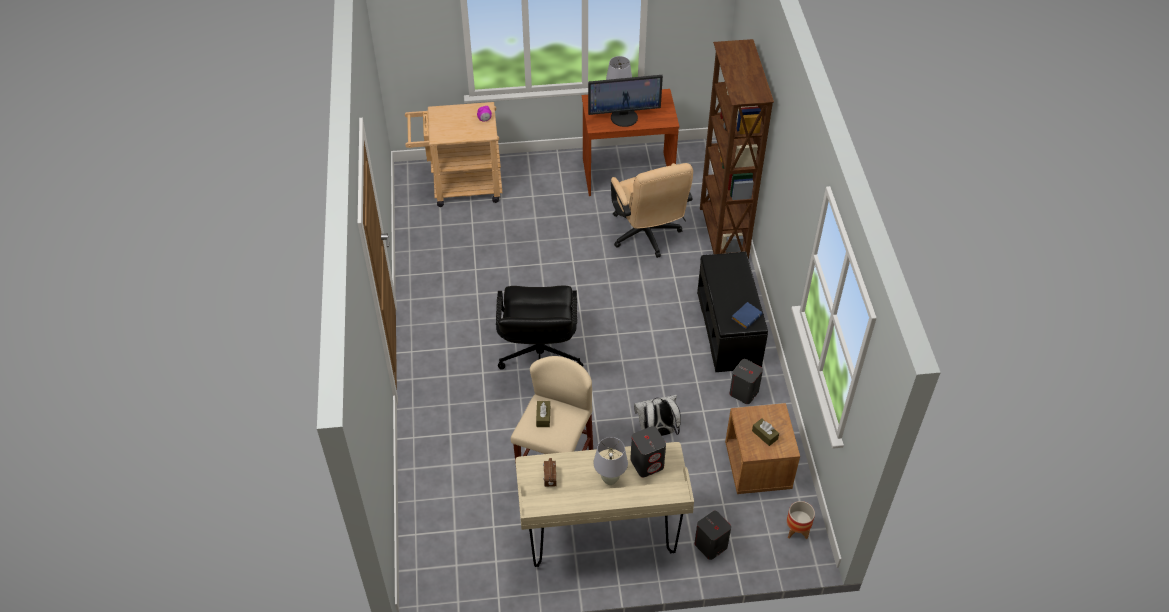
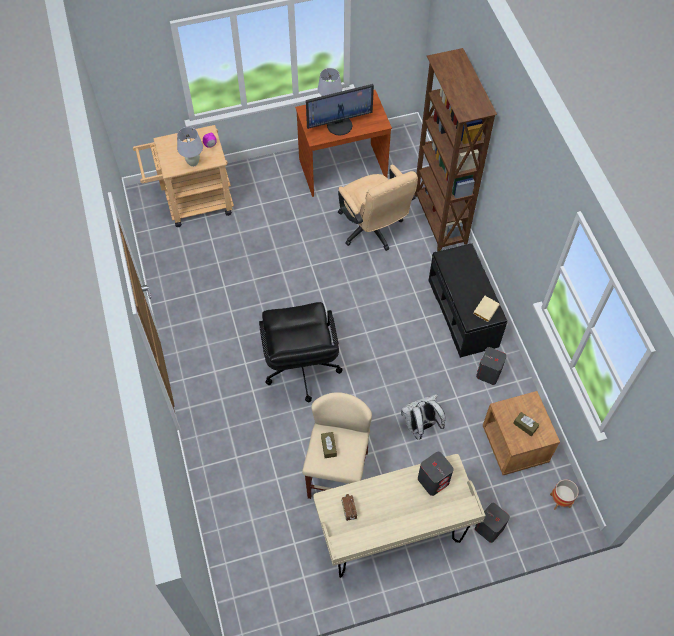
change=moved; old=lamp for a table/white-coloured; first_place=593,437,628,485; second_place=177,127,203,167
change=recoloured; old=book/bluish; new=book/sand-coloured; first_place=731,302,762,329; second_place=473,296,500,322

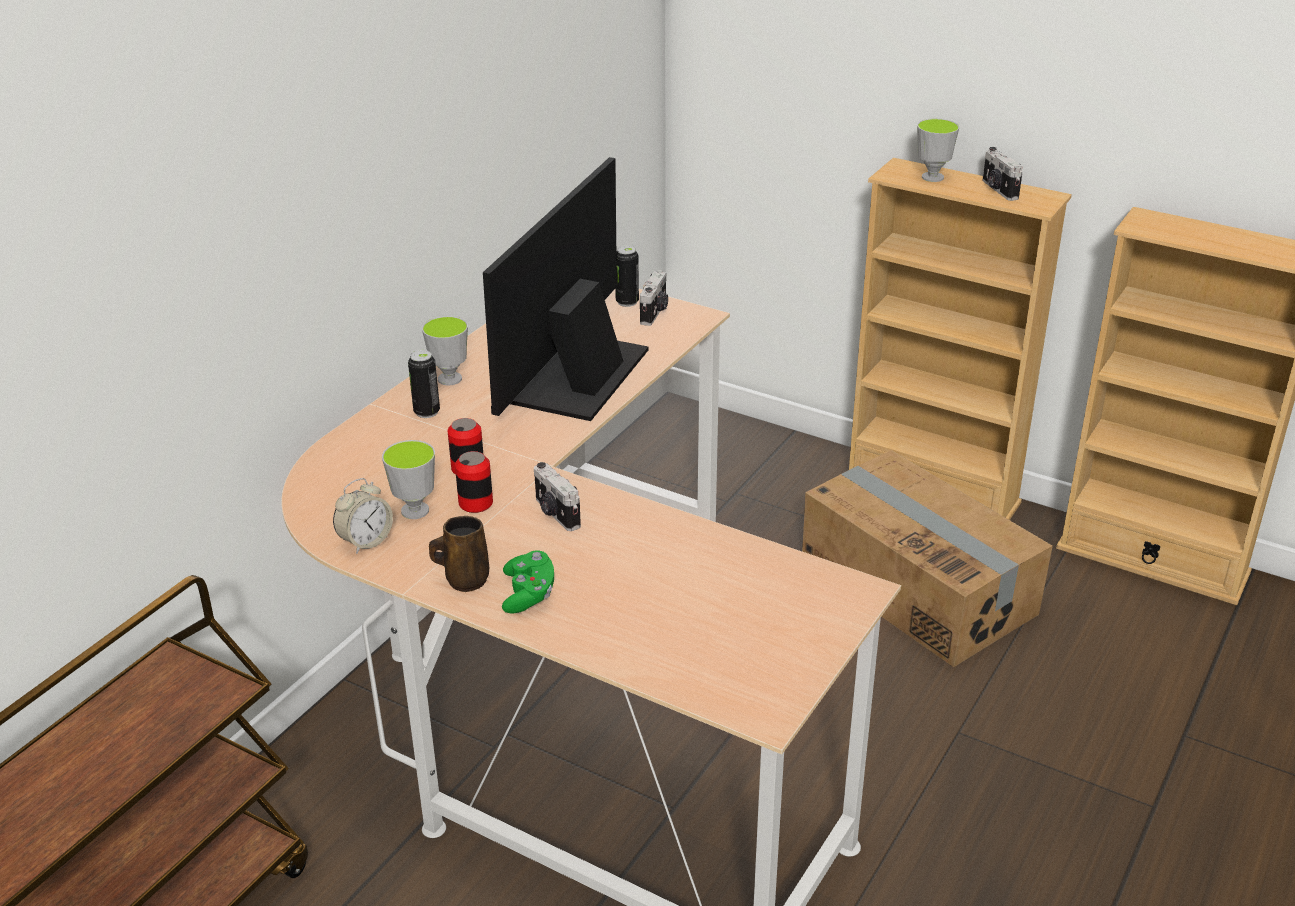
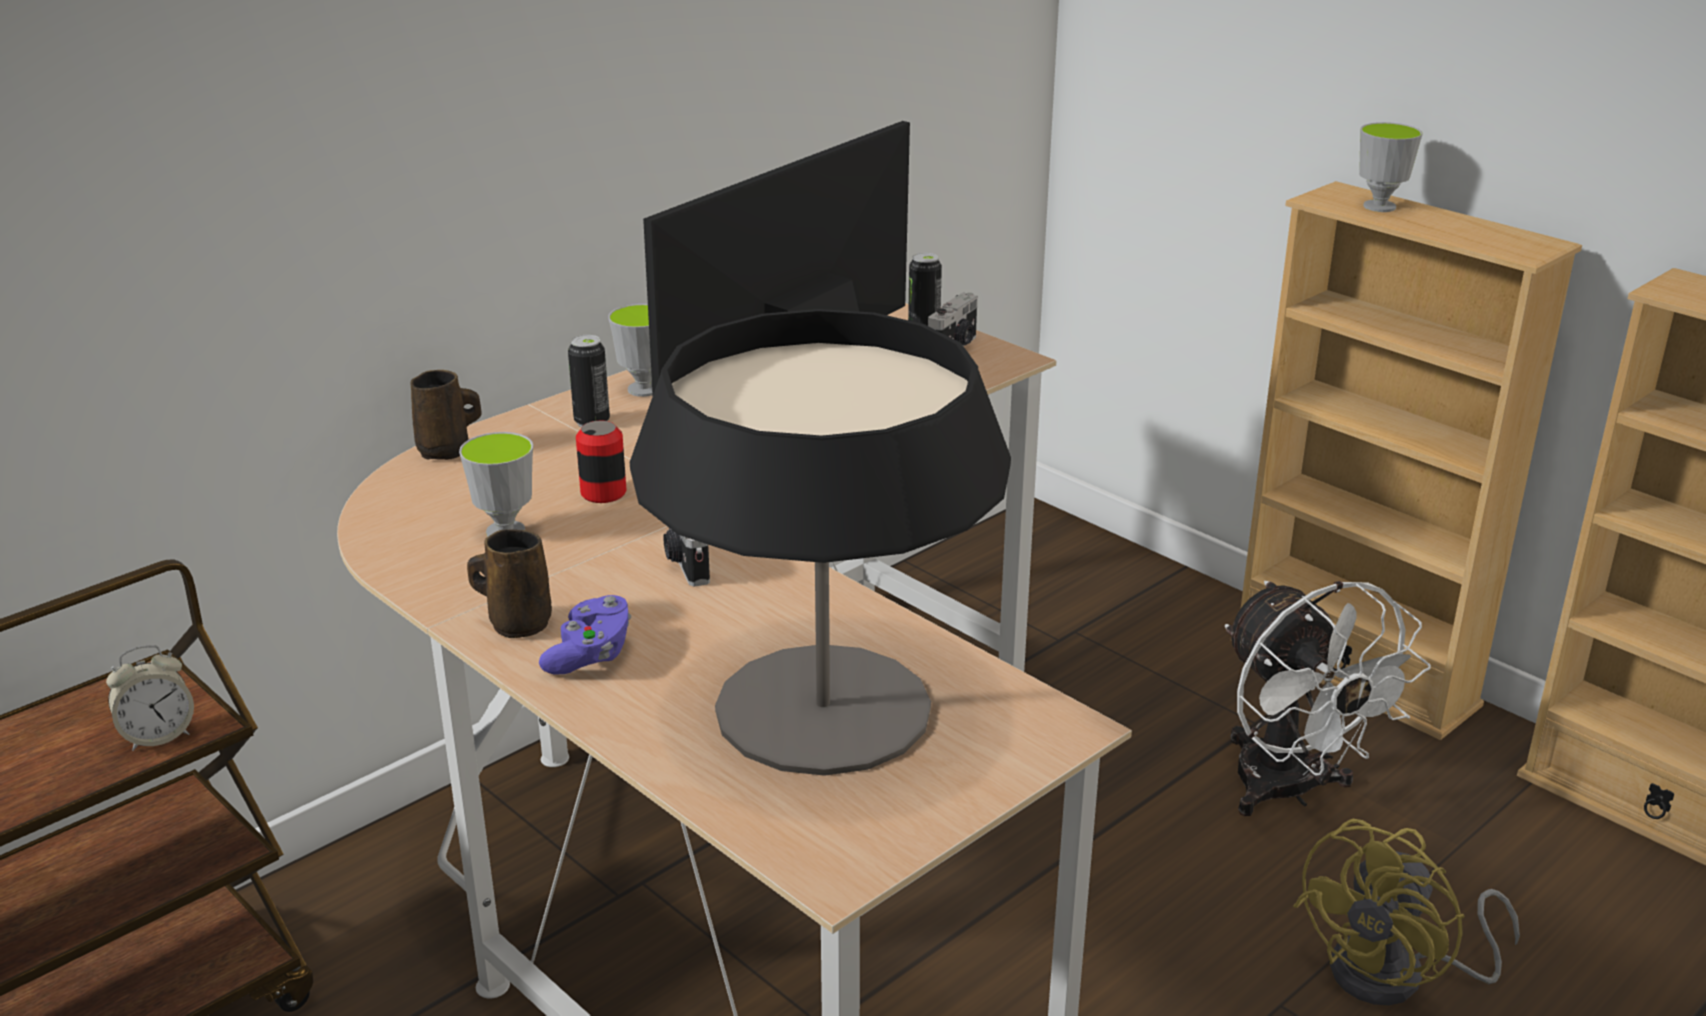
change=moved; old=alarm clock; first_place=333,478,393,554; second_place=106,645,194,751
change=removed; old=sealed can; first_place=455,451,493,513
change=recoloured; old=game controller/green-coloured; new=game controller/purplish; first_place=502,551,554,614; second_place=539,595,631,674
change=replaced; old=cardboard box; new=cooling fan/white-coloured; first_place=802,450,1053,667; second_place=1225,581,1431,816
change=removed; old=photo camera; first_place=983,147,1023,201
change=added; new=tea mug/brown-coloured; second_place=410,370,482,460
change=added; new=lamp for a table; second_place=630,309,1011,776
change=added; new=cooling fan/yellow; second_place=1293,819,1520,1006

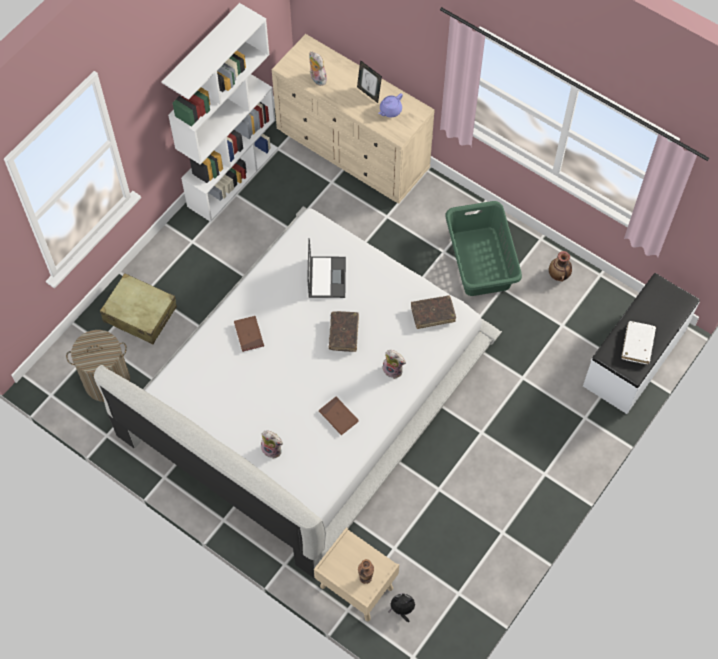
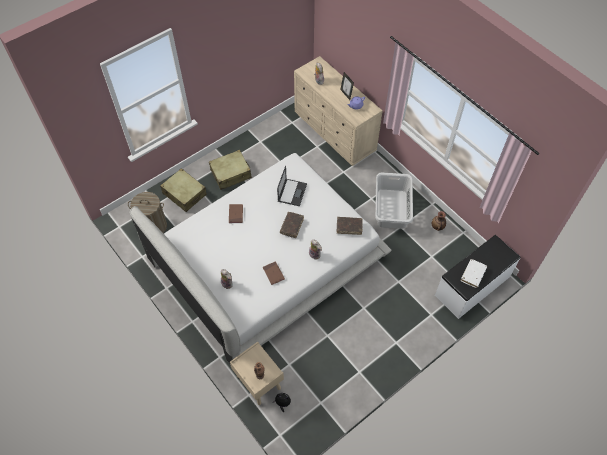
change=removed; old=bookcase/white-coloured; first_place=161,3,278,222
change=recoloured; old=hamper/green-coloured; new=hamper/greyish; first_place=445,201,522,296; second_place=375,172,413,229
change=added; new=travel case/sand-coloured; second_place=209,150,252,190

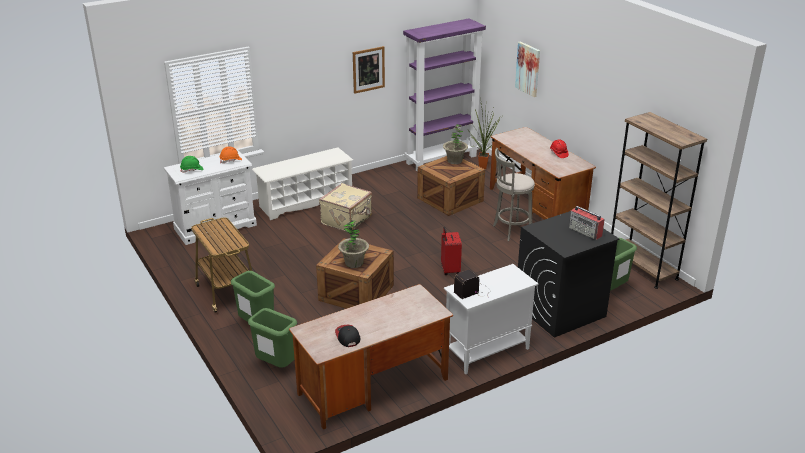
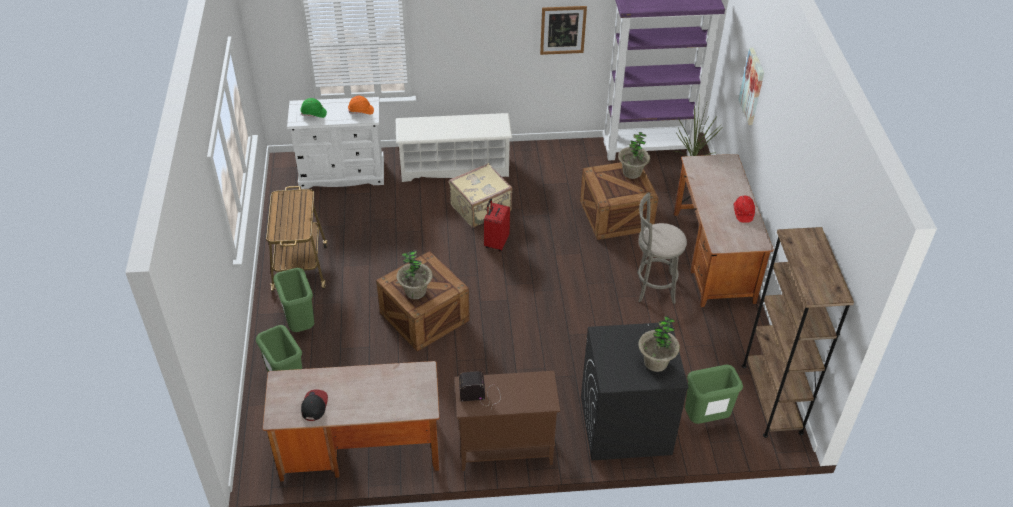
change=moved; old=travel case/reddish; first_place=441,227,462,275; second_place=484,199,510,252
change=recoloured; old=cabinet/white-coloured; new=cabinet/brown-coloured; first_place=444,264,538,374; second_place=454,371,560,471
change=replaced; old=radio; new=houseplant; first_place=569,206,605,240; second_place=638,316,680,372

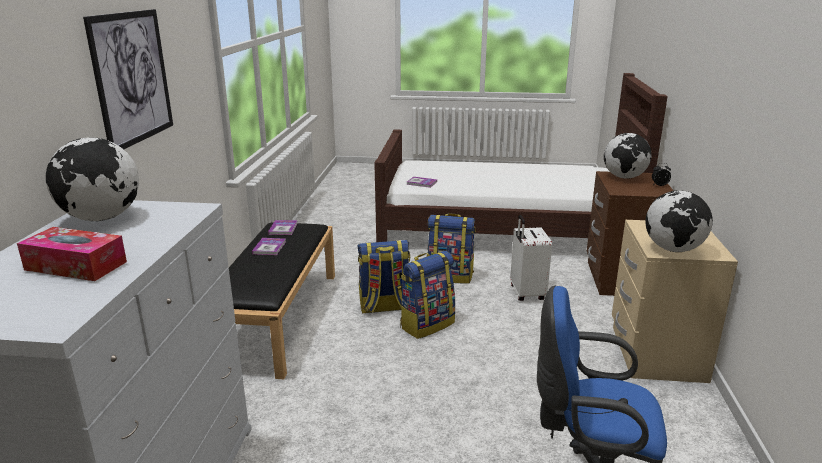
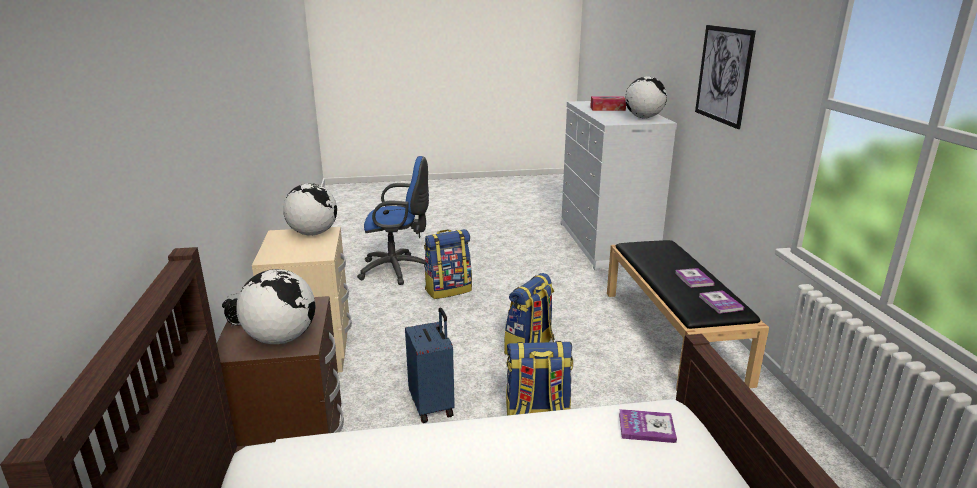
change=moved; old=backpack; first_place=358,240,410,314; second_place=424,229,472,299
change=recoloured; old=travel case/white-coloured; new=travel case/bluish; first_place=510,215,552,301; second_place=405,308,455,423

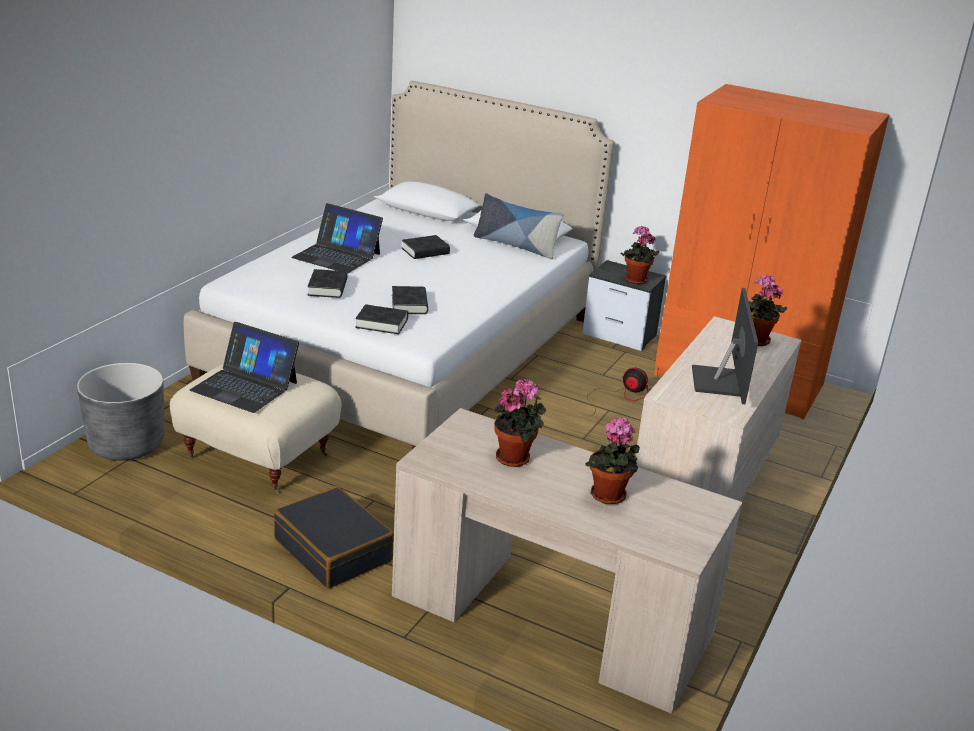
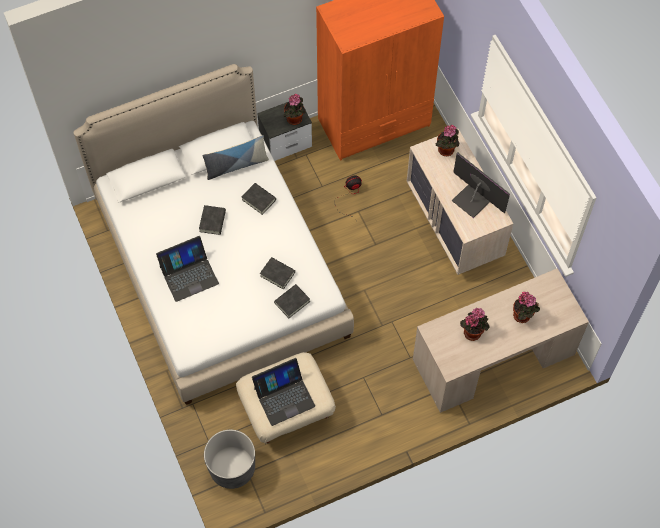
change=removed; old=travel case/blackish; first_place=273,486,394,589
change=moved; old=book/blackish; first_place=307,269,347,298; second_place=242,183,276,215

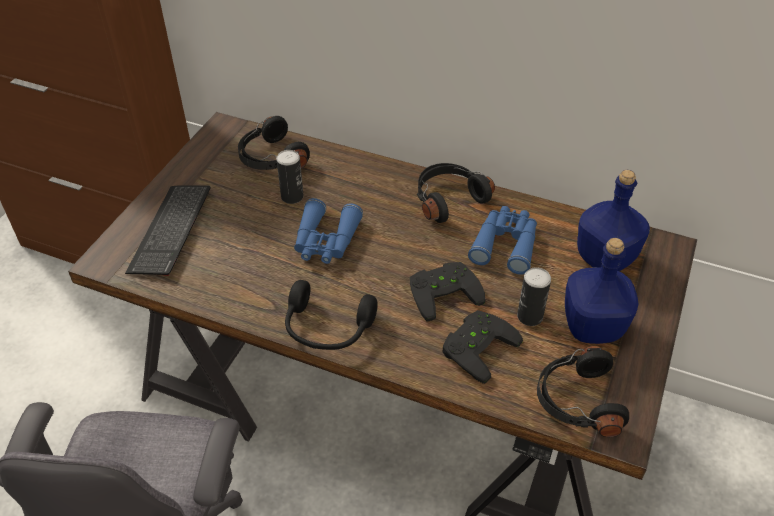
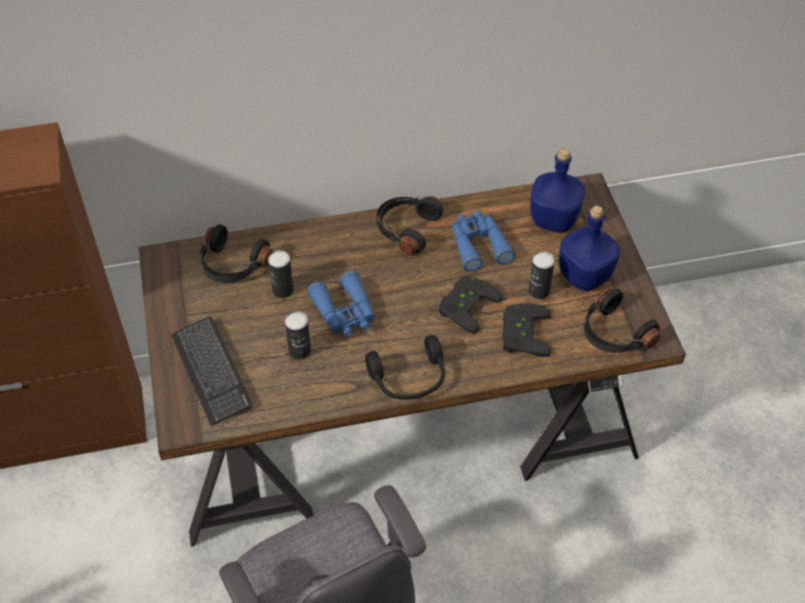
change=added; new=sealed can; second_place=285,311,311,360

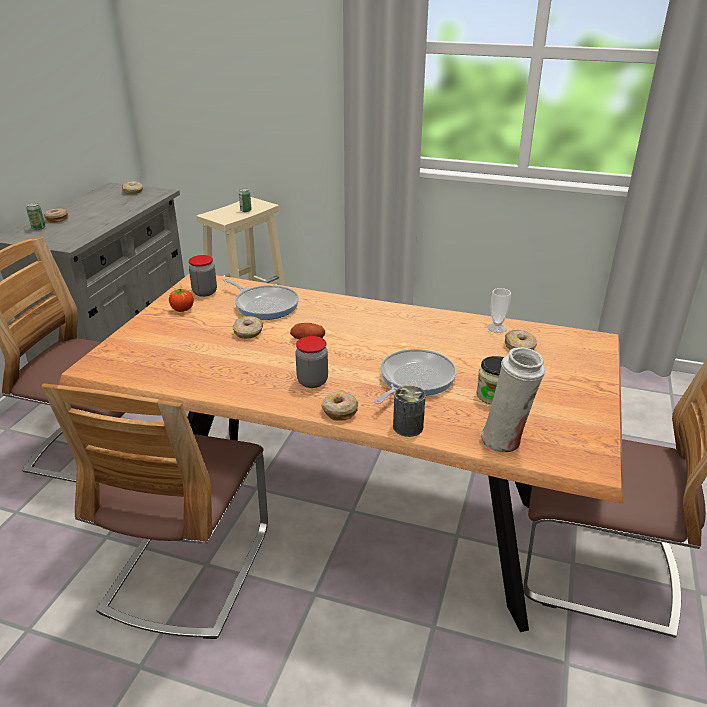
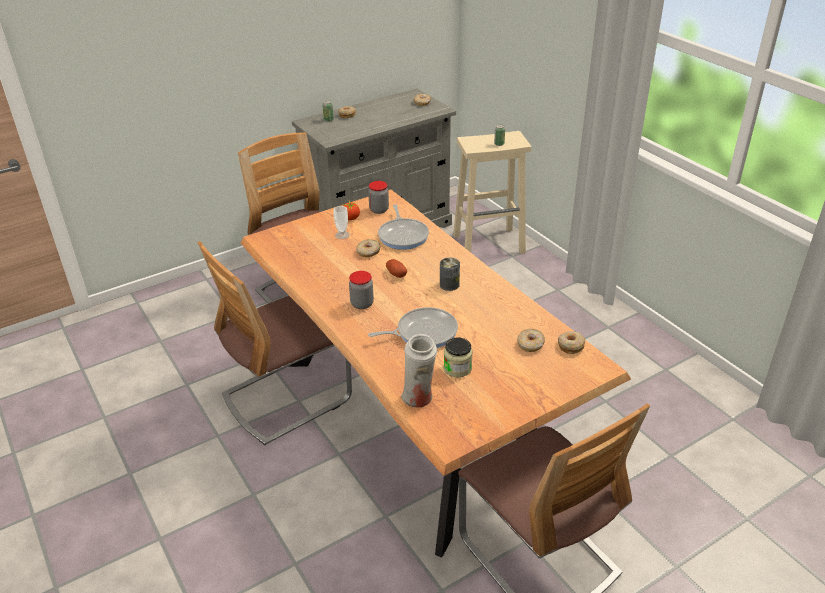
change=moved; old=ring doughnut; first_place=321,392,358,421; second_place=558,331,585,354
change=moved; old=sealed can; first_place=393,385,426,437; second_place=440,257,460,291
change=moved; old=small cup; first_place=487,288,511,333; second_place=333,206,350,239

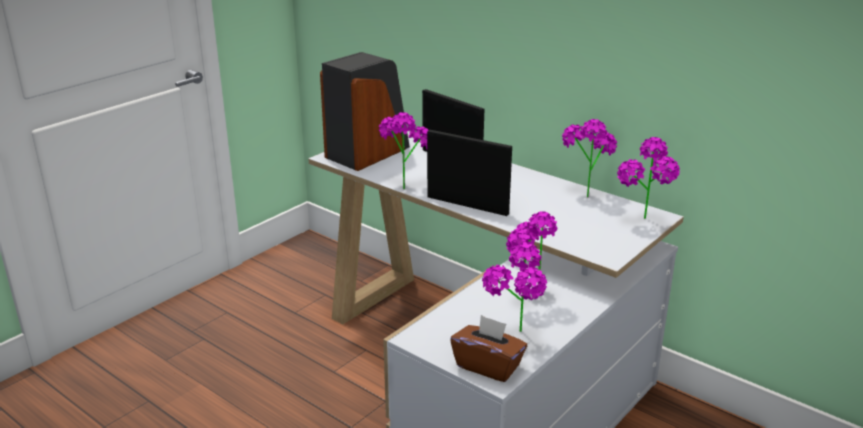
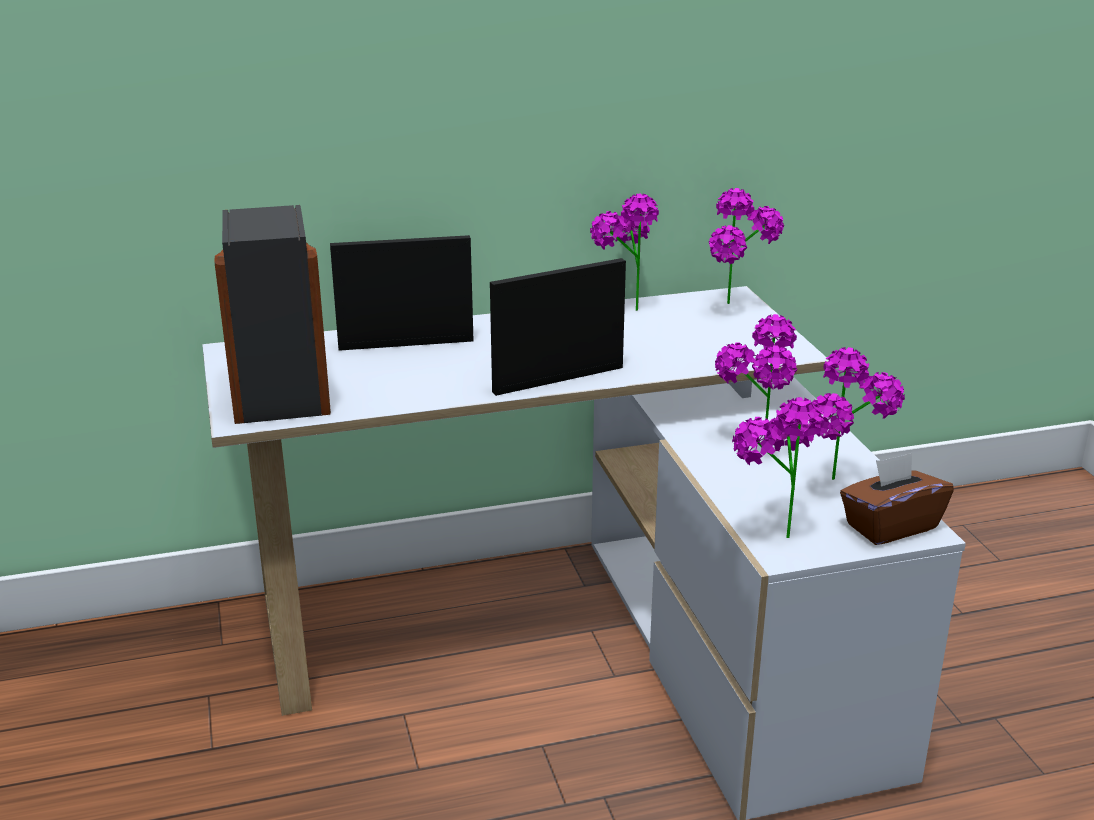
change=moved; old=houseplant; first_place=379,112,428,189; second_place=732,397,825,538

